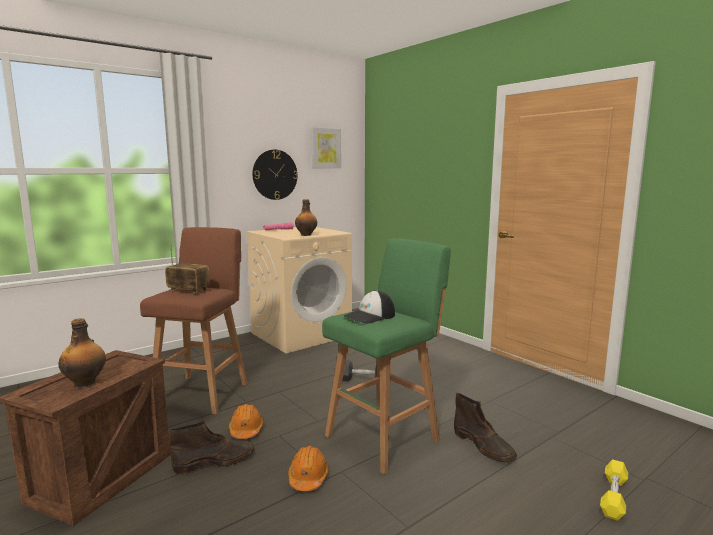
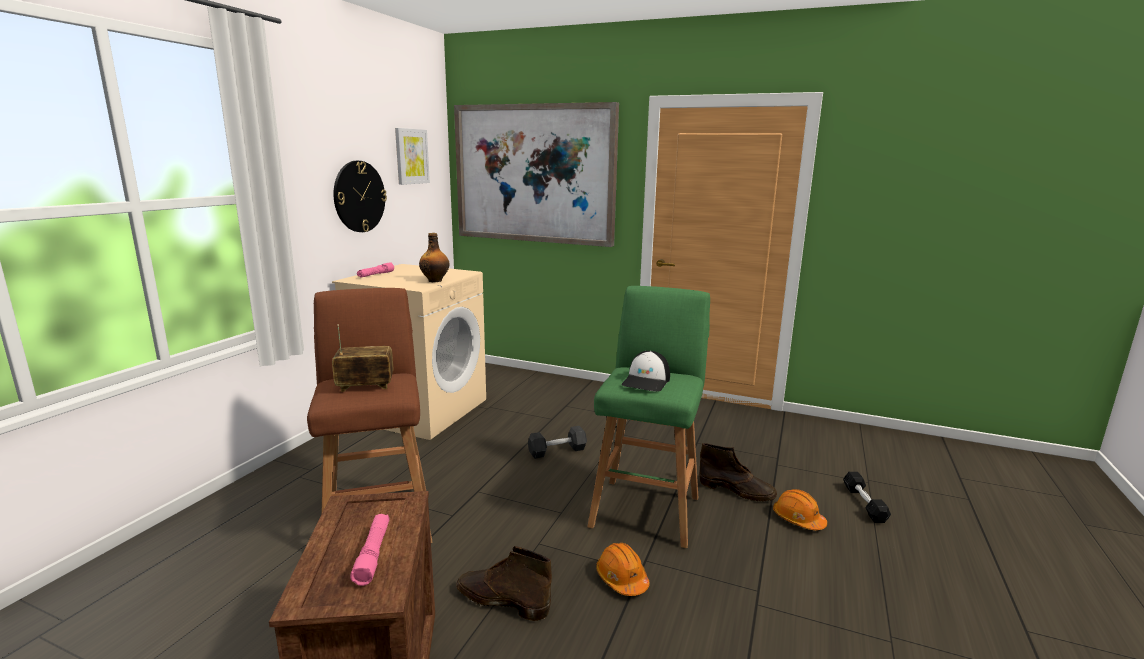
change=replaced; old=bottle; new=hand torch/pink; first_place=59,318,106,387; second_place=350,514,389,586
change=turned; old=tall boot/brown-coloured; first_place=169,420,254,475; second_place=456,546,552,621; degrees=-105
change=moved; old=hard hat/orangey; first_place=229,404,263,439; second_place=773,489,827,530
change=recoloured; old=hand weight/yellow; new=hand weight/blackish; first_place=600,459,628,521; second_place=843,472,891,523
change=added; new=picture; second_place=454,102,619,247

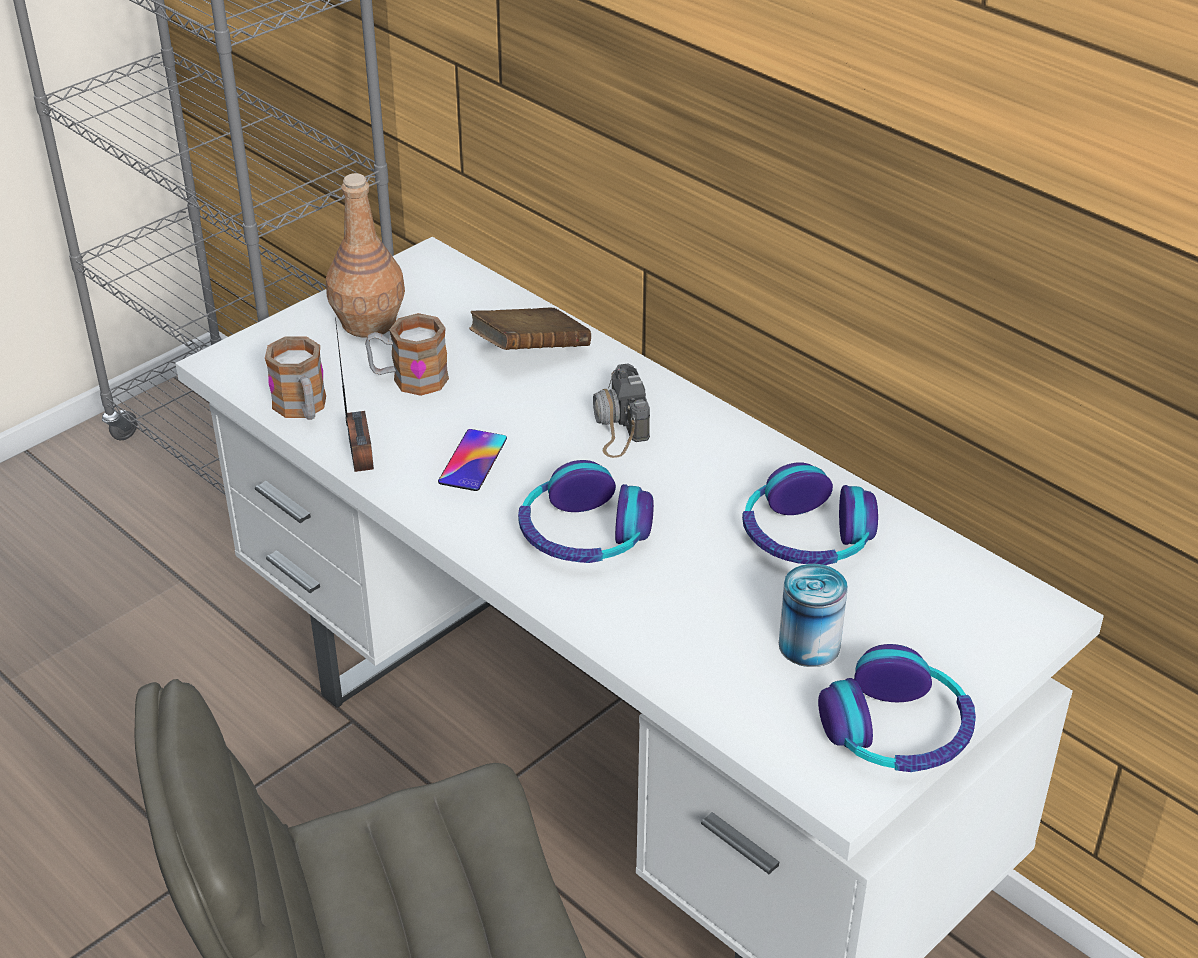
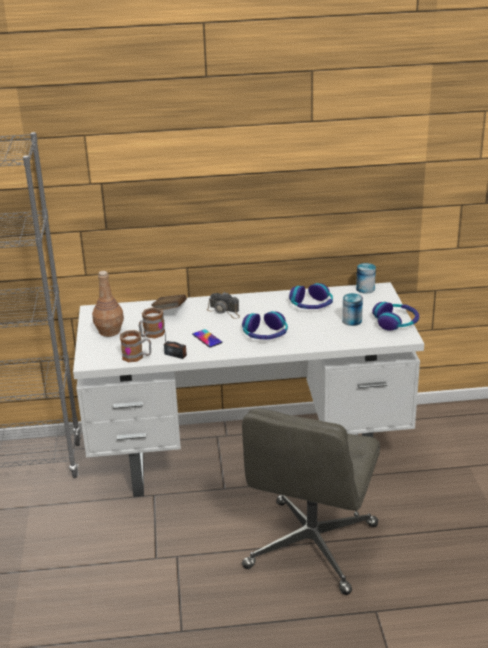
change=added; new=sealed can; second_place=356,263,376,293

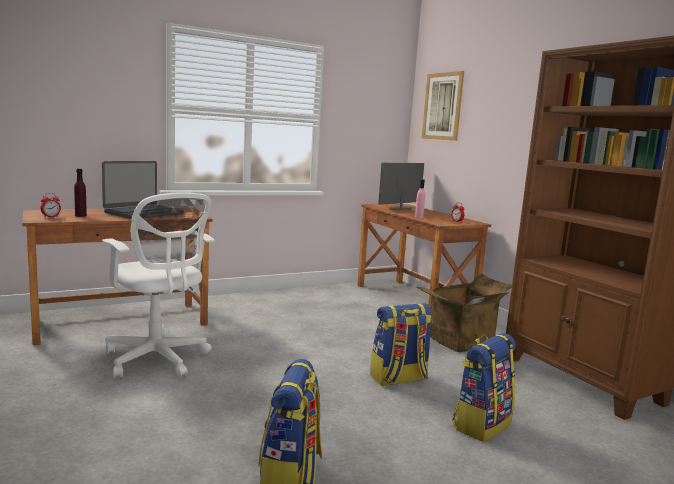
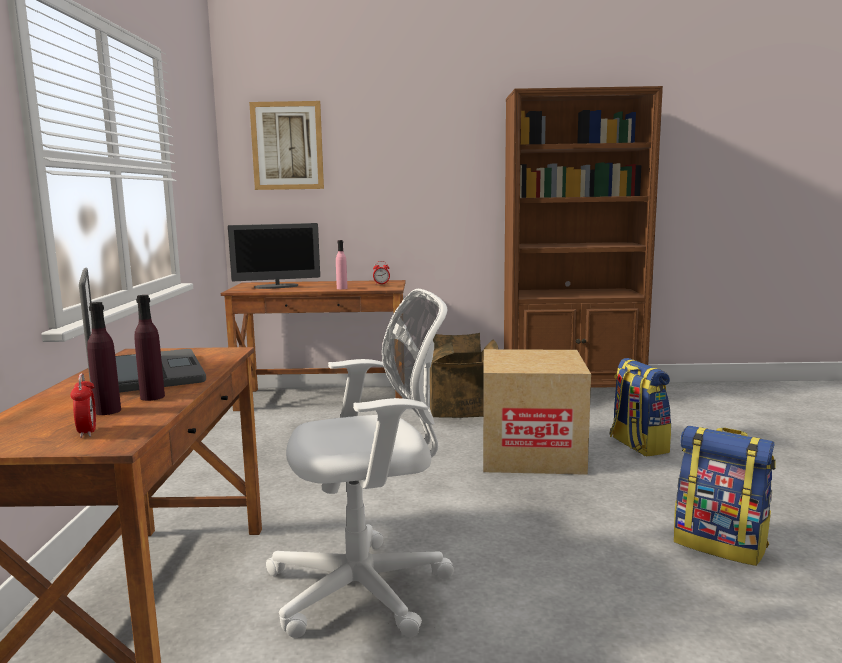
change=replaced; old=backpack; new=cardboard box; first_place=370,303,432,386; second_place=483,349,591,475
change=turned; old=computer screen; first_place=378,163,424,210; second_place=228,223,320,289; degrees=-90
change=added; new=bottle/purplish; second_place=134,295,165,401

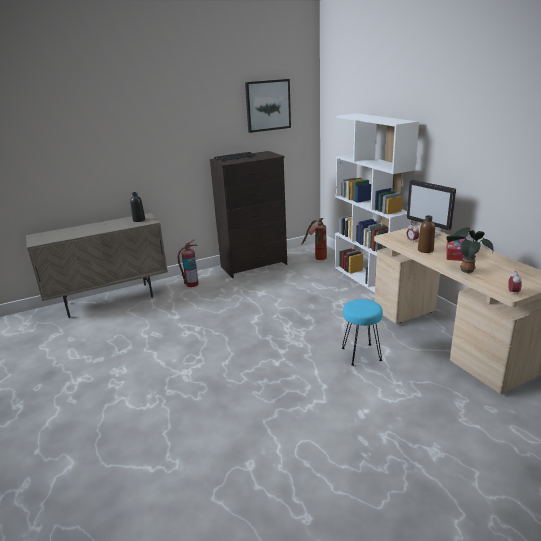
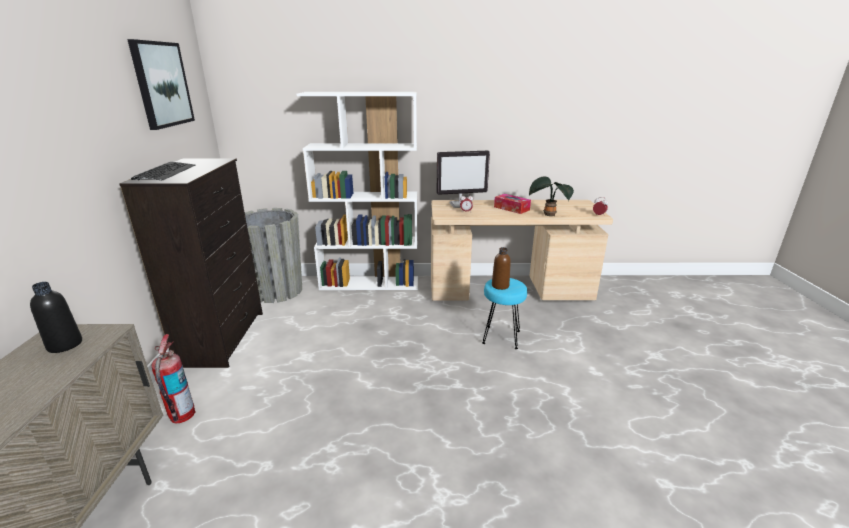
change=replaced; old=fire extinguisher; new=plant pot/greyish; first_place=301,218,327,260; second_place=245,208,302,303
change=moved; old=bottle/brown-coloured; first_place=418,215,435,253; second_place=492,247,511,290

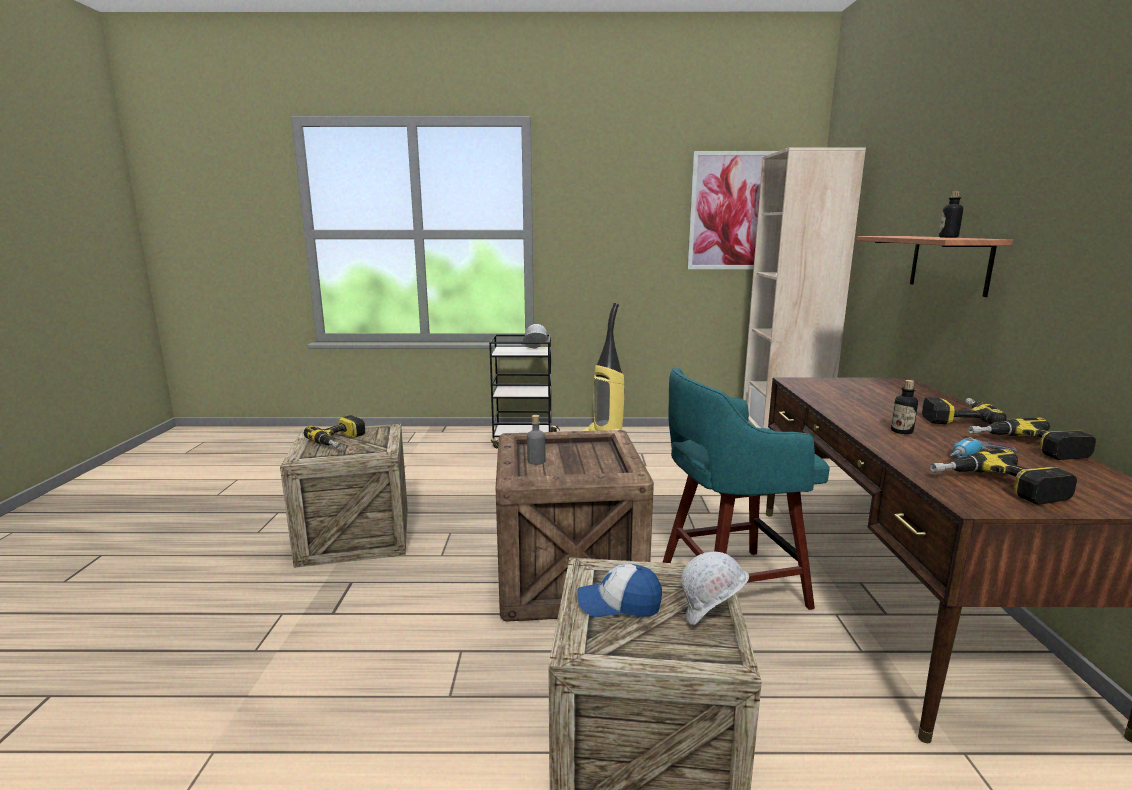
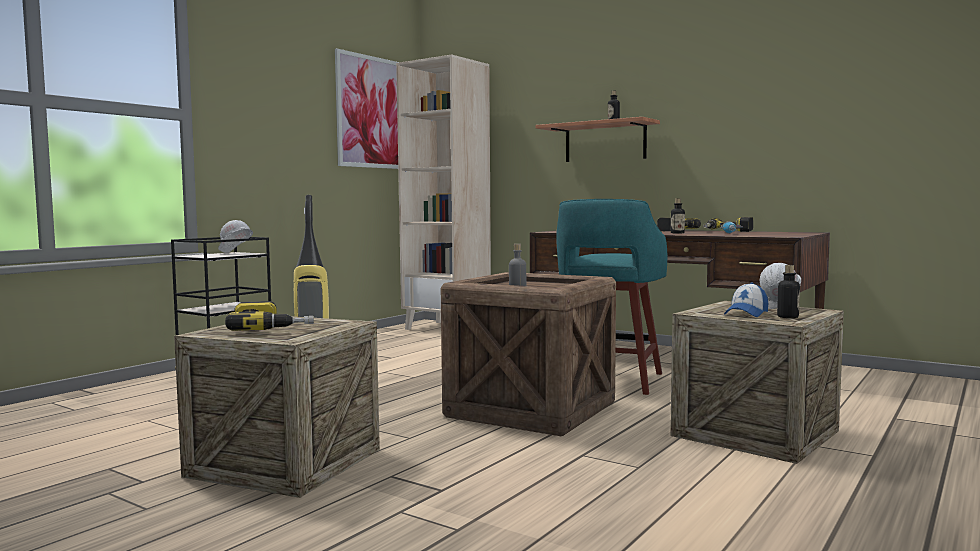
change=removed; old=power drill; first_place=930,449,1077,505
change=added; new=bottle; second_place=777,265,800,318

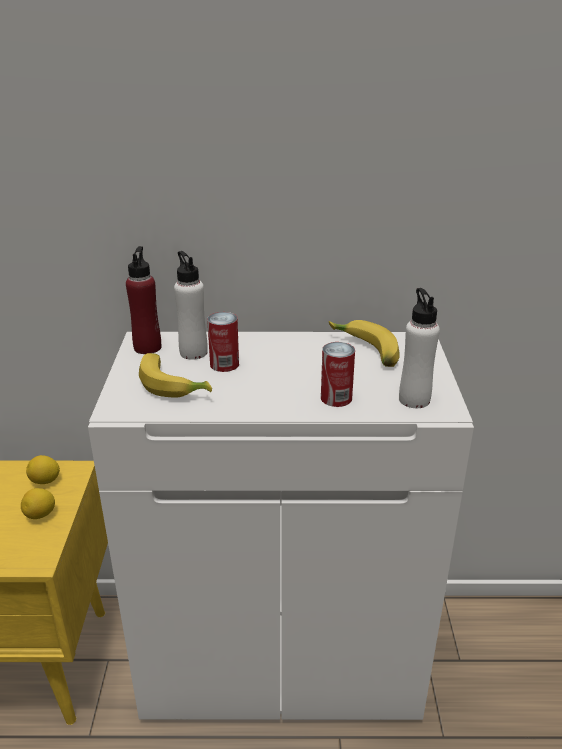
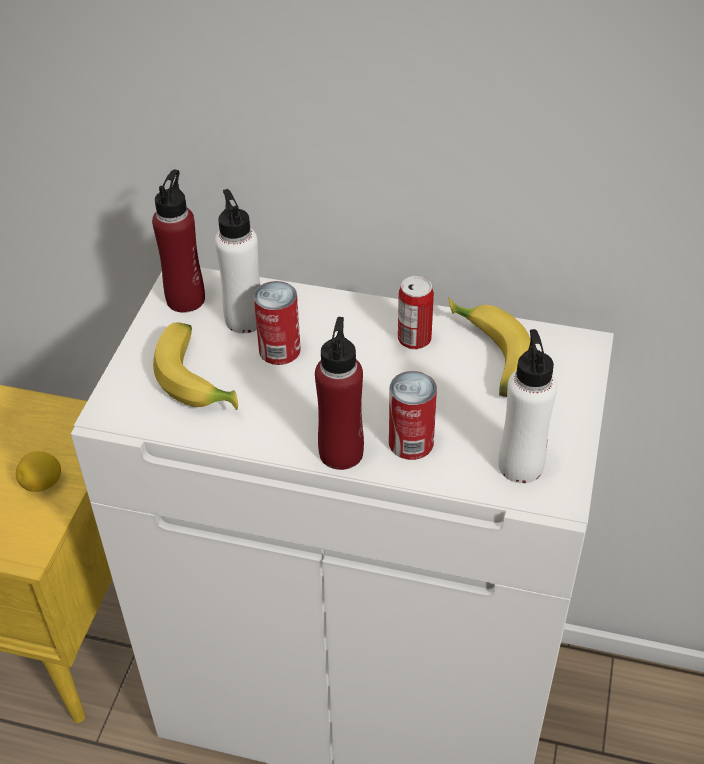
change=removed; old=whole lemon; first_place=26,455,60,484
change=added; new=bottle/reddish; second_place=315,317,364,470
change=added; new=sealed can; second_place=398,276,434,350

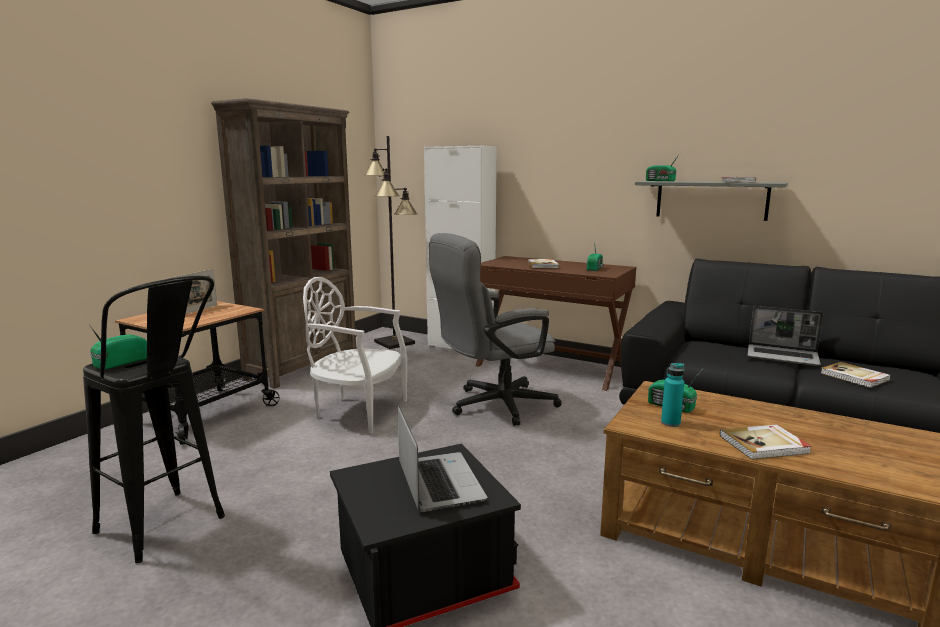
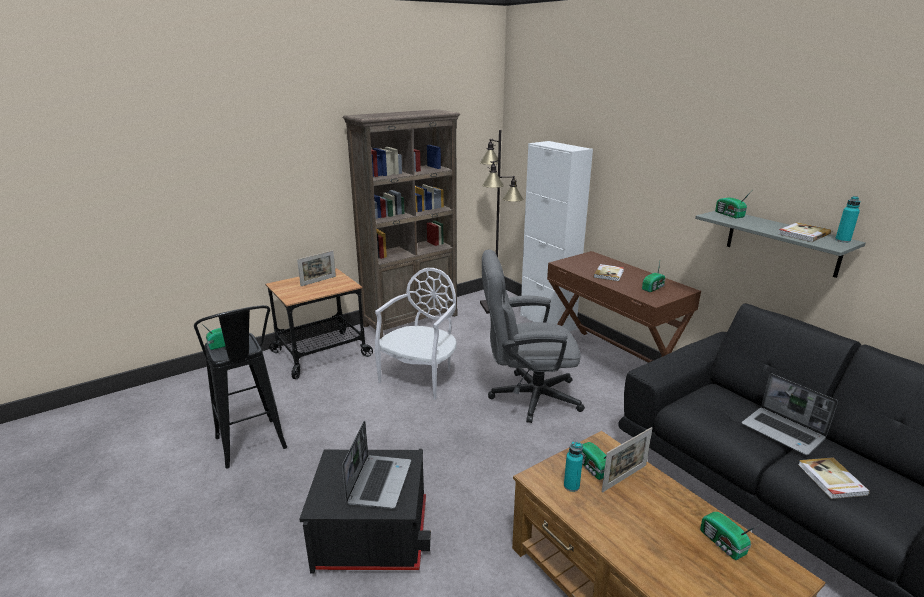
change=turned; old=plain chair/white-coloured; first_place=303,277,407,434; second_place=375,268,457,399; degrees=75
change=removed; old=book; first_place=719,424,812,460
change=added; new=picture frame; second_place=602,427,652,493
change=added; new=radio; second_place=700,512,760,560
change=added; new=bottle/turquoise; second_place=835,196,861,243

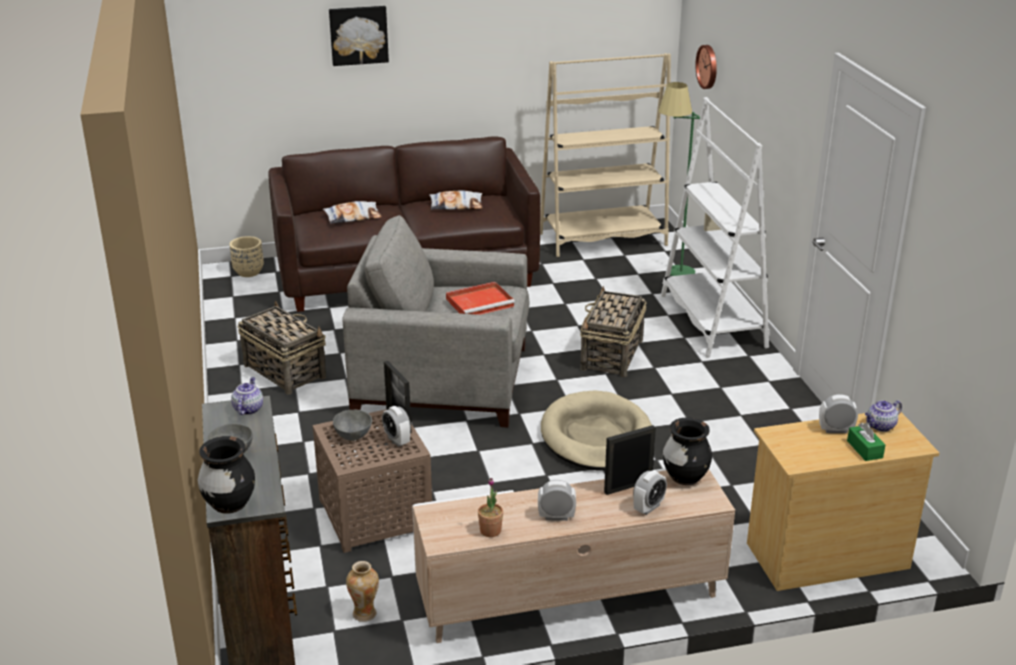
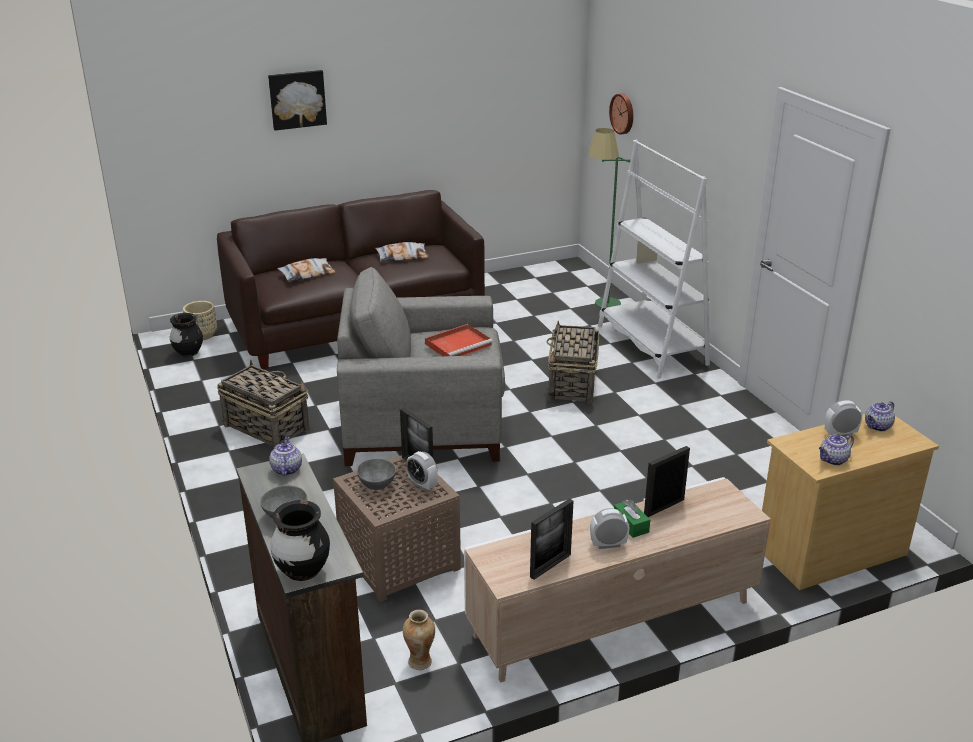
change=replaced; old=houseplant; new=picture frame; first_place=478,478,503,537; second_place=530,498,573,580
change=removed; old=bookcase/sand-coloured; first_place=540,53,671,257
change=removed; old=pet bed/sand-coloured; first_place=541,390,652,471
change=removed; old=alarm clock; first_place=633,470,667,515
change=moved; old=flower vase/blackish; first_place=663,417,712,485; second_place=170,313,203,357
change=moved; old=box of tissues/green-coloured; first_place=847,423,885,461; second_place=614,499,650,538
change=added; new=pot for tea; second_place=819,434,854,465

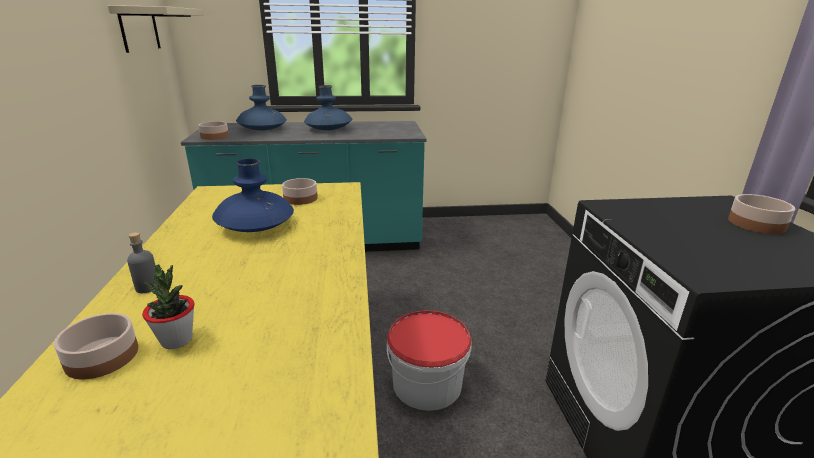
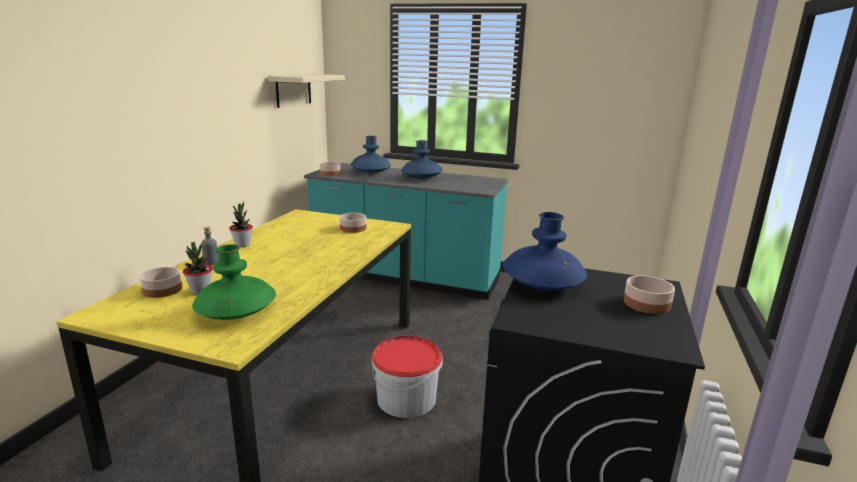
change=moved; old=flower vase/bluish; first_place=212,158,294,232; second_place=503,212,587,290
change=added; new=flower vase/green-coloured; second_place=192,244,276,320
change=added; new=houseplant; second_place=229,201,253,247

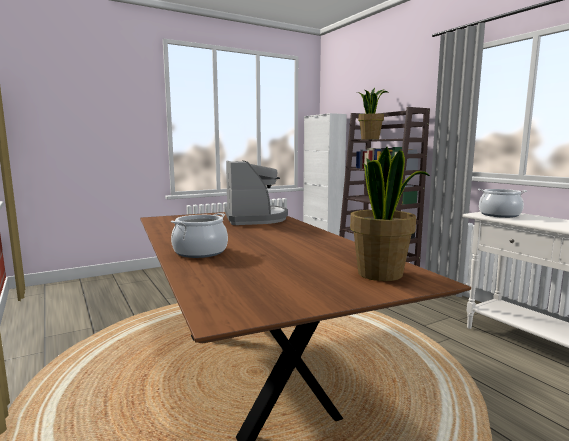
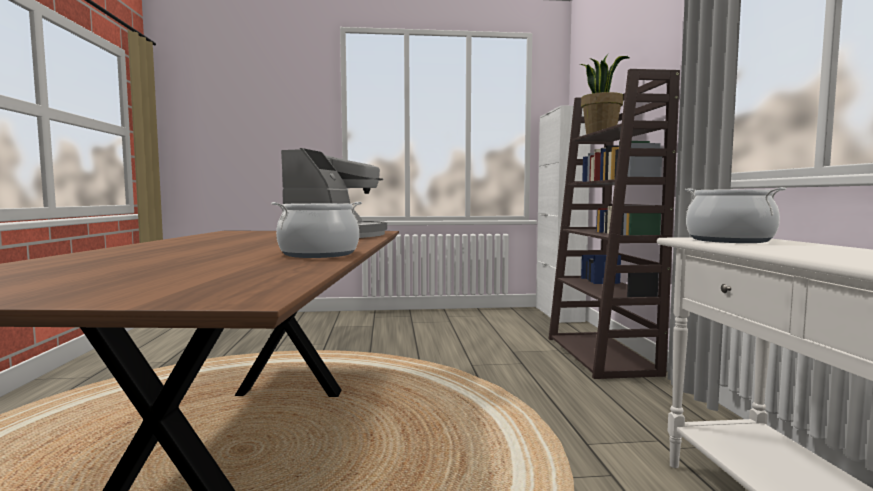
change=moved; old=saucepot; first_place=171,213,228,258; second_place=271,202,362,258
change=removed; old=houseplant; first_place=350,147,430,281

